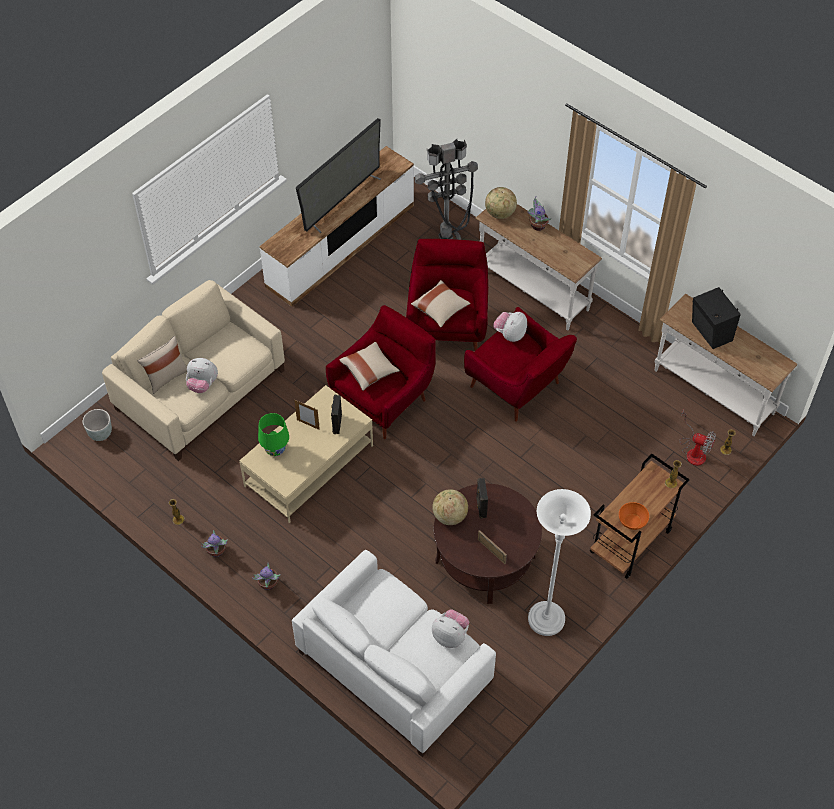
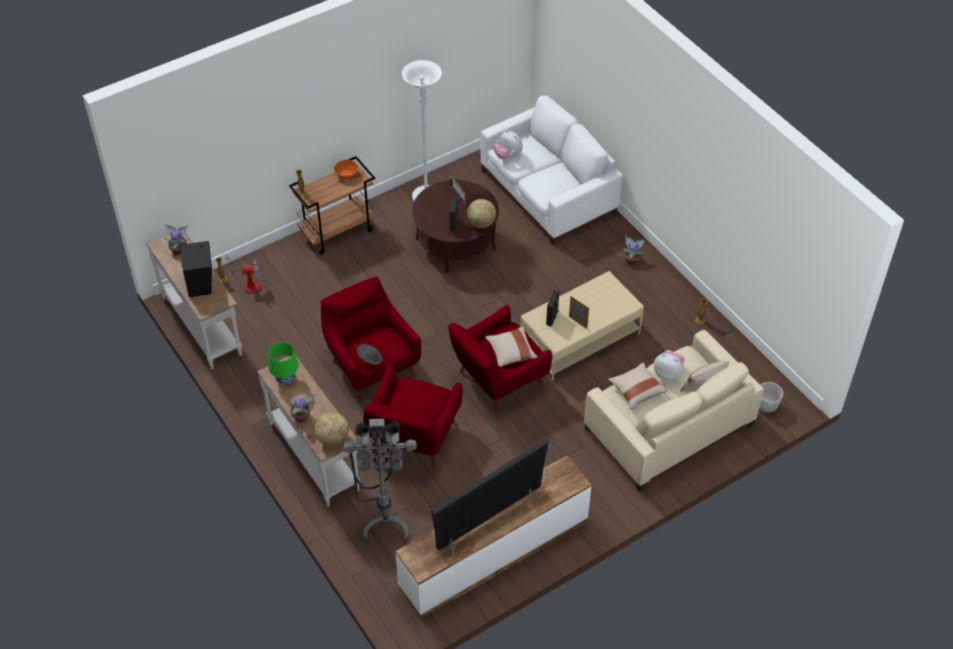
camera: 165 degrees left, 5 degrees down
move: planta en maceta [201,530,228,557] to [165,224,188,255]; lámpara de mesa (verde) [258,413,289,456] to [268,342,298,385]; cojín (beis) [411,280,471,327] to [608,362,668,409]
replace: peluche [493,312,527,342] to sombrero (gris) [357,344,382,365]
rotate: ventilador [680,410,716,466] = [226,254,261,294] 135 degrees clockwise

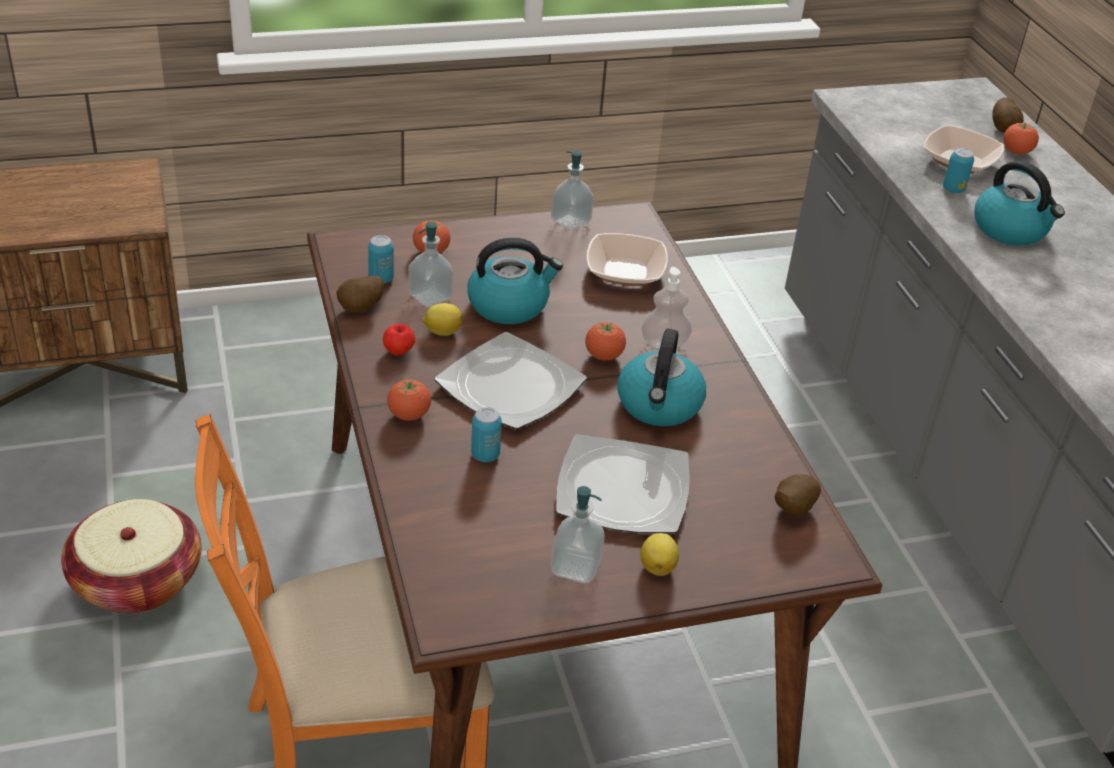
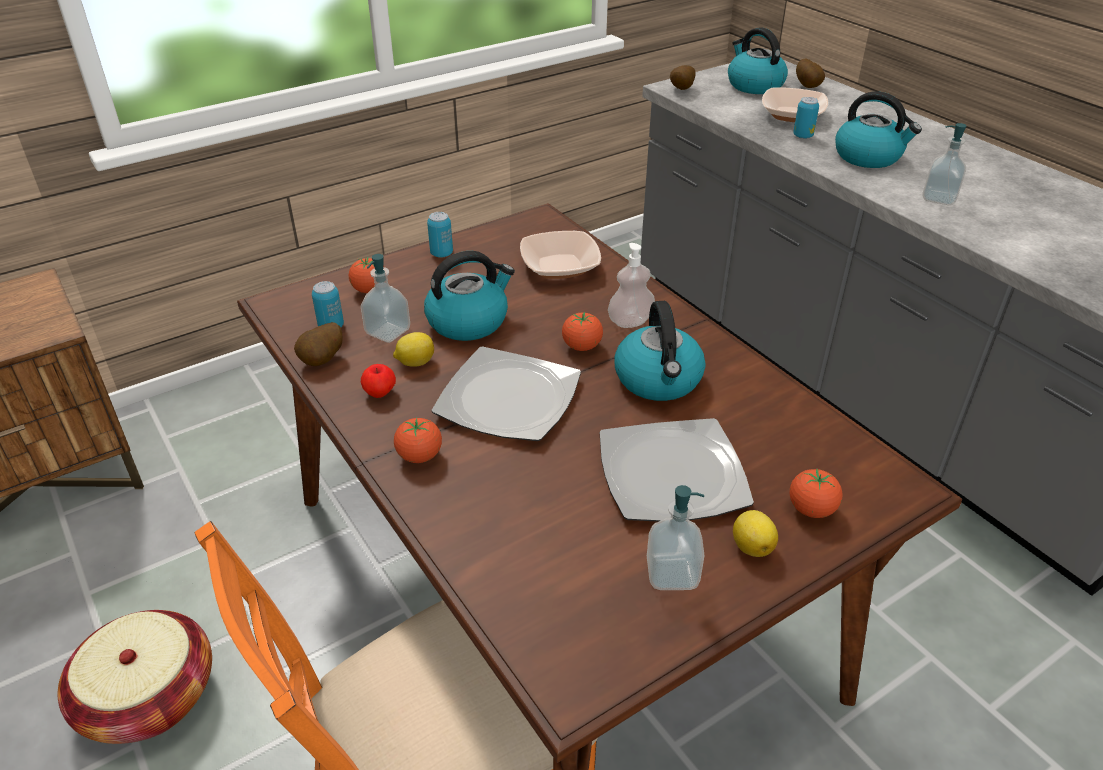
camera: 15 degrees left, 0 degrees up
insert: hervidor [728,27,788,94]
move: lata [471,407,502,462] to [427,212,453,258]; patata [775,474,821,515] to [670,65,696,90]; tomate [1003,123,1039,154] to [790,469,842,518]; dispensador de jabón [551,151,594,230] to [922,123,966,205]

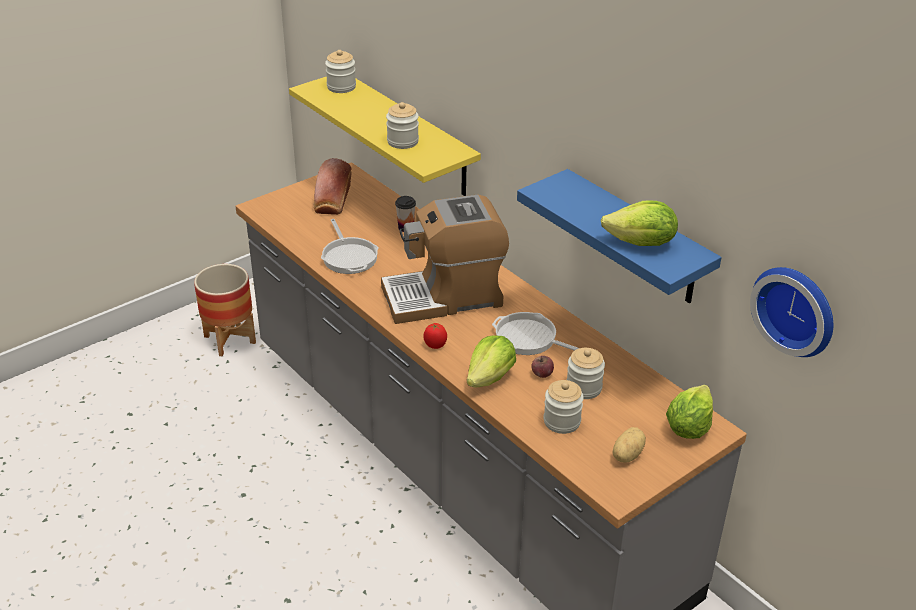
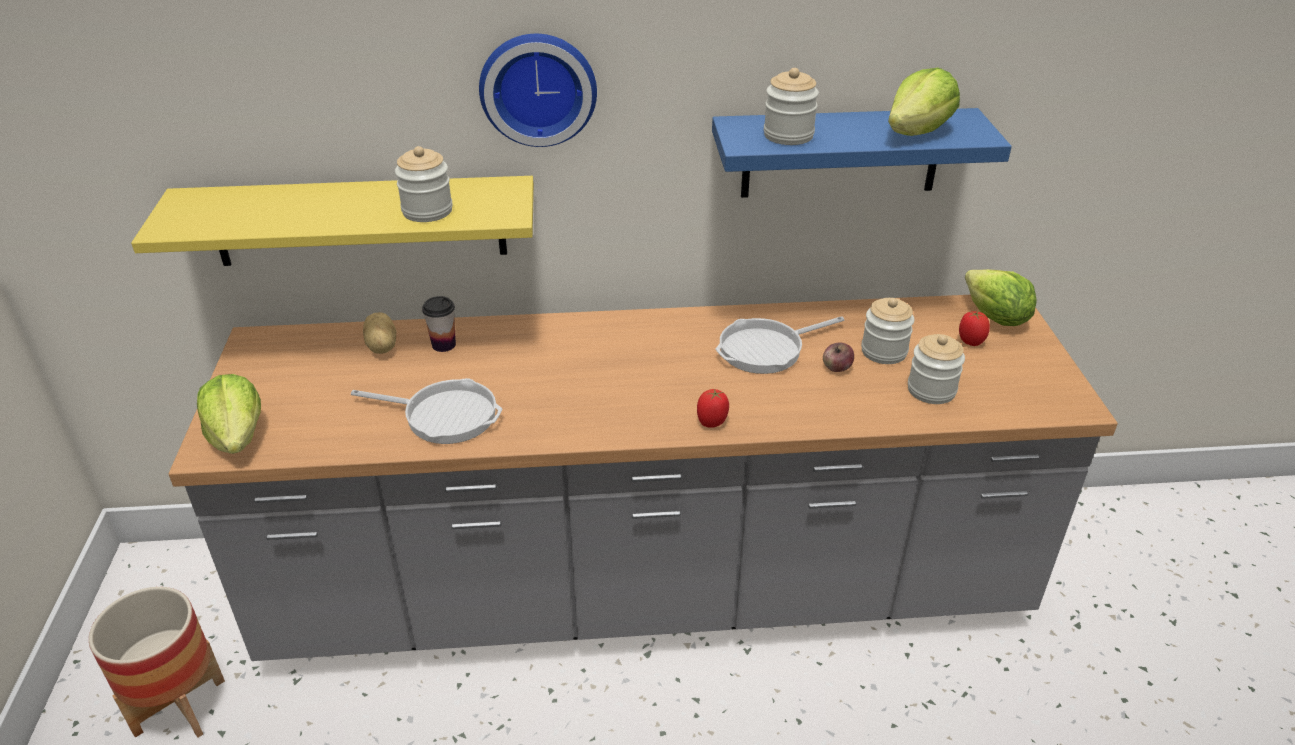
camera: 55 degrees left, 0 degrees up
delete: pan [314,158,352,215]; cafetera [381,194,509,324]
insert: tomate [959,311,990,346]
move: lechuga [467,336,516,387] to [197,374,261,454]; patata [613,427,646,463] to [363,312,396,354]; reloj de pared [750,267,833,357] to [479,34,597,147]; tarro [325,50,356,93] to [764,68,819,145]

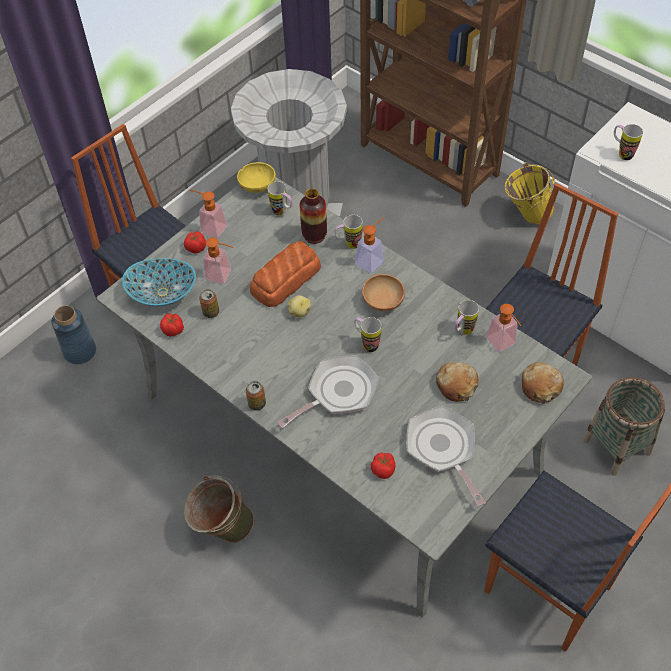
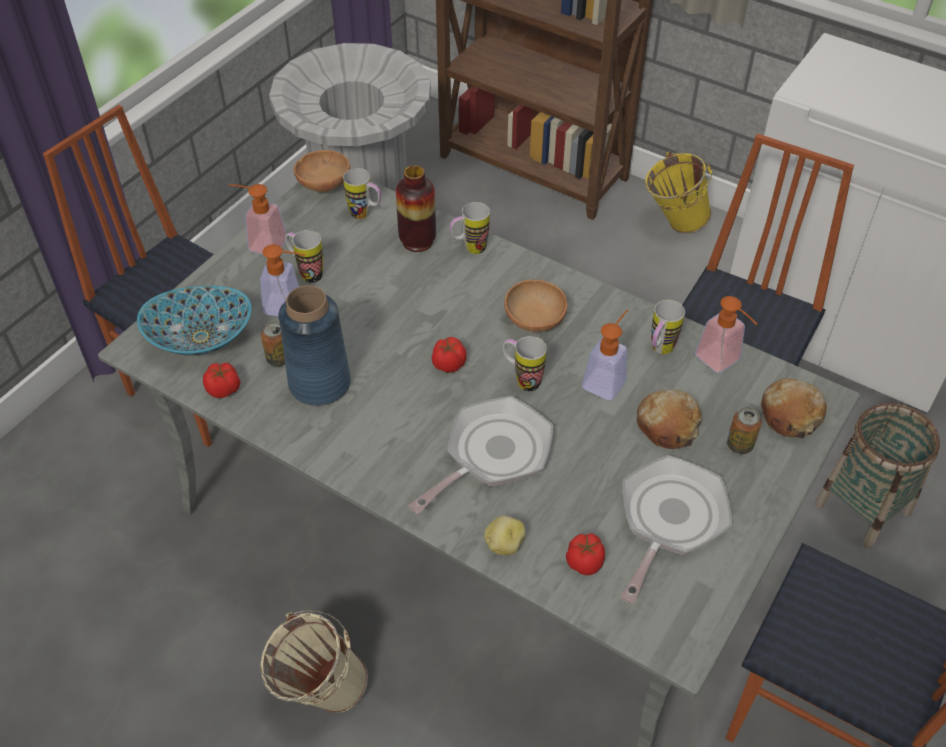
camera: 10 degrees left, 5 degrees down
delete: pan [250,241,321,307]
move: florero (azul) [51,305,96,364] to [278,285,351,406]; taza grande [614,124,643,160] to [285,230,323,283]; tomate [184,231,206,253] to [432,337,467,373]; patata [287,295,311,317] to [484,516,526,555]; dispensador de jabón [355,218,384,273] to [582,309,628,401]; lata [246,381,266,411] to [727,407,762,454]
recolor: cubo (verde) [184,475,254,543] to cubo (beis) [260,610,368,713]; cuenco (amarillo) [237,162,276,193] to cuenco (marrón) [294,150,350,192]
rotate: sartén [406,406,486,507] = [620,455,732,604] 60 degrees clockwise

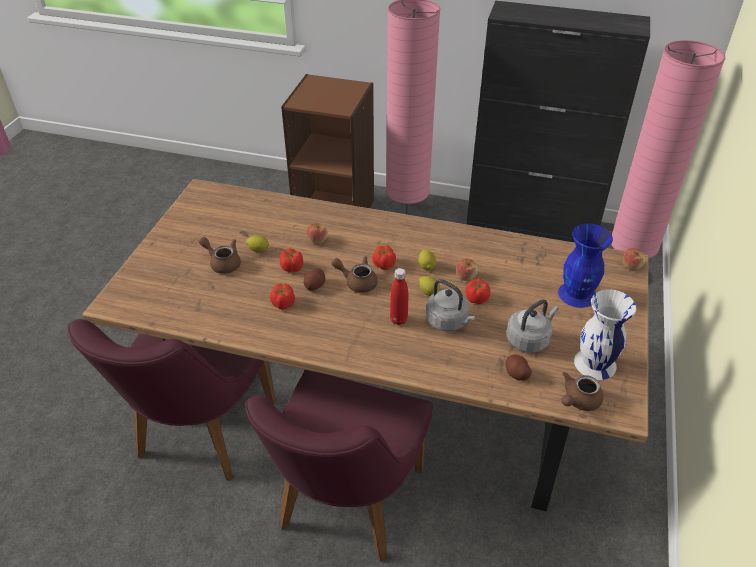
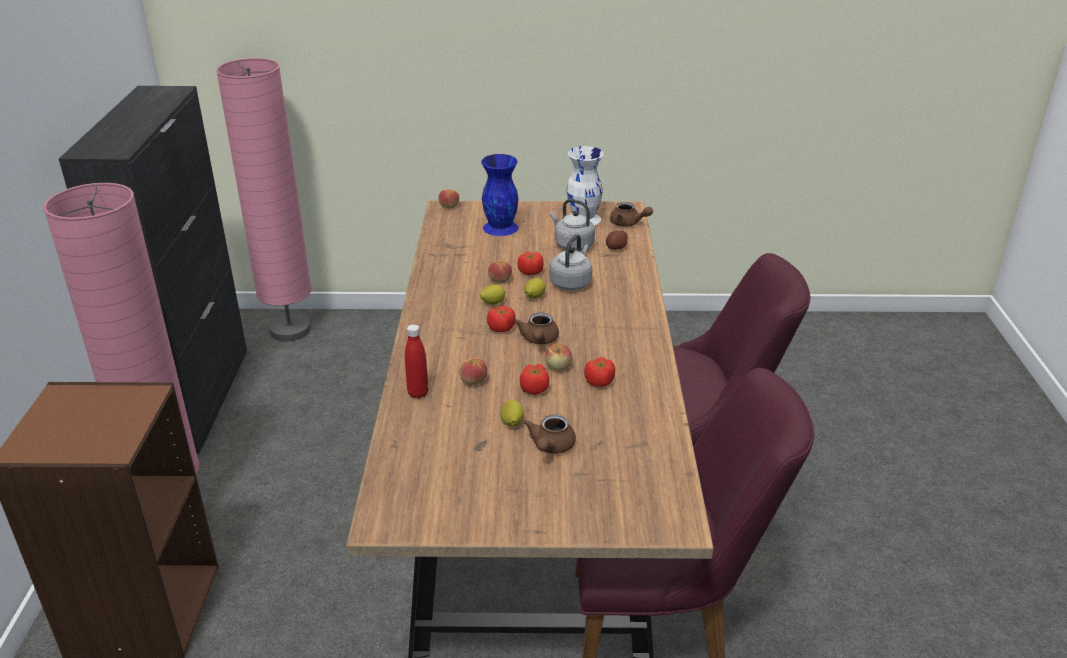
camera: 105 degrees left, 10 degrees down
move: botella (rojo) [390,268,408,325] to [405,324,428,399]
replace: patata [304,269,325,290] to manzana [545,343,573,371]

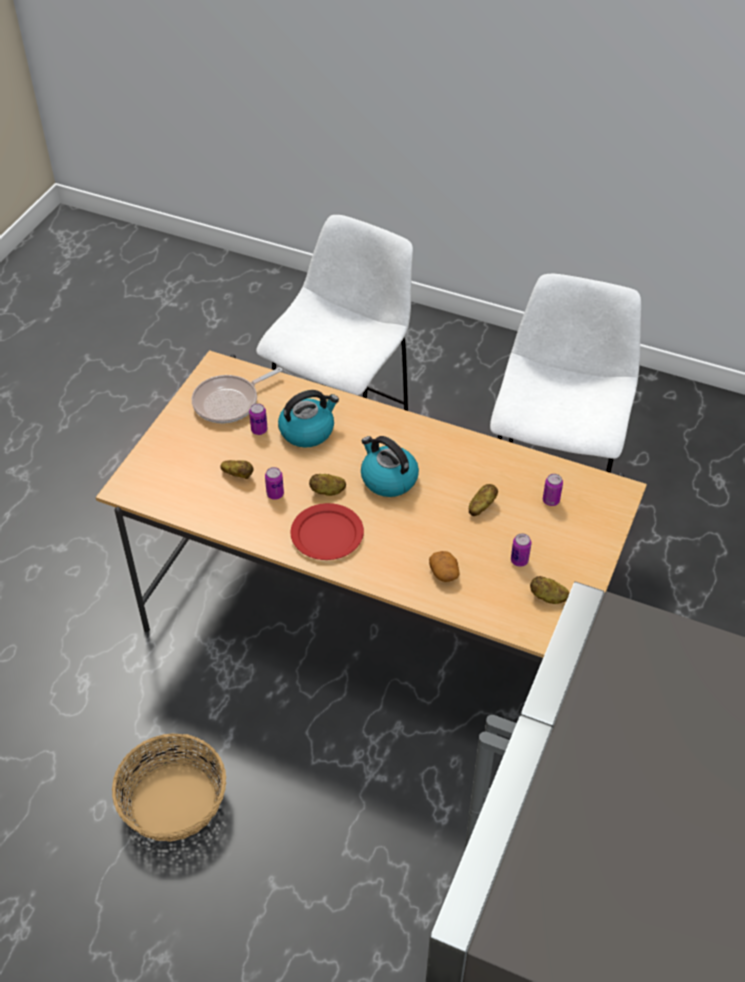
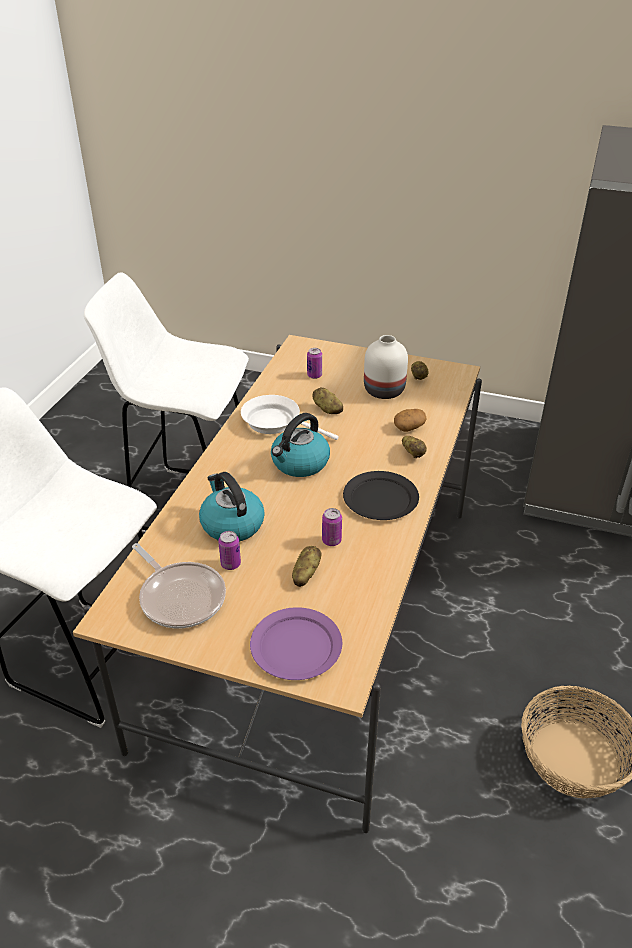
camera: 95 degrees left, 10 degrees down
insert: sartén (blanco) [241,395,339,440]; plato (morado) [250,607,342,680]
move: patata [309,474,346,496] to [402,436,427,458]
replace: lata [511,533,531,567] to florero (blanco) [364,335,408,399]
recolor: plato (rojo) [290,503,364,560] to plato (negro) [343,471,419,520]

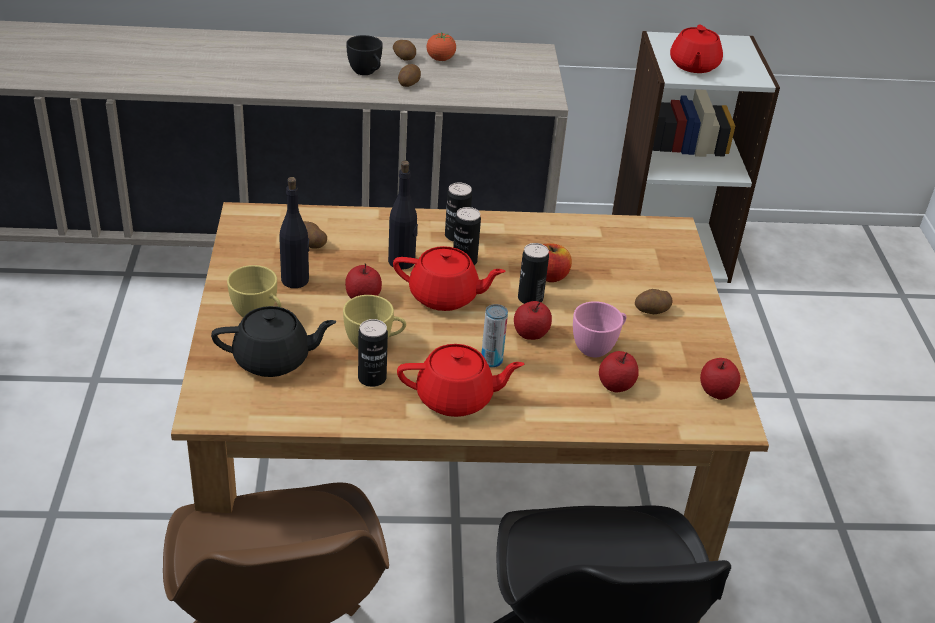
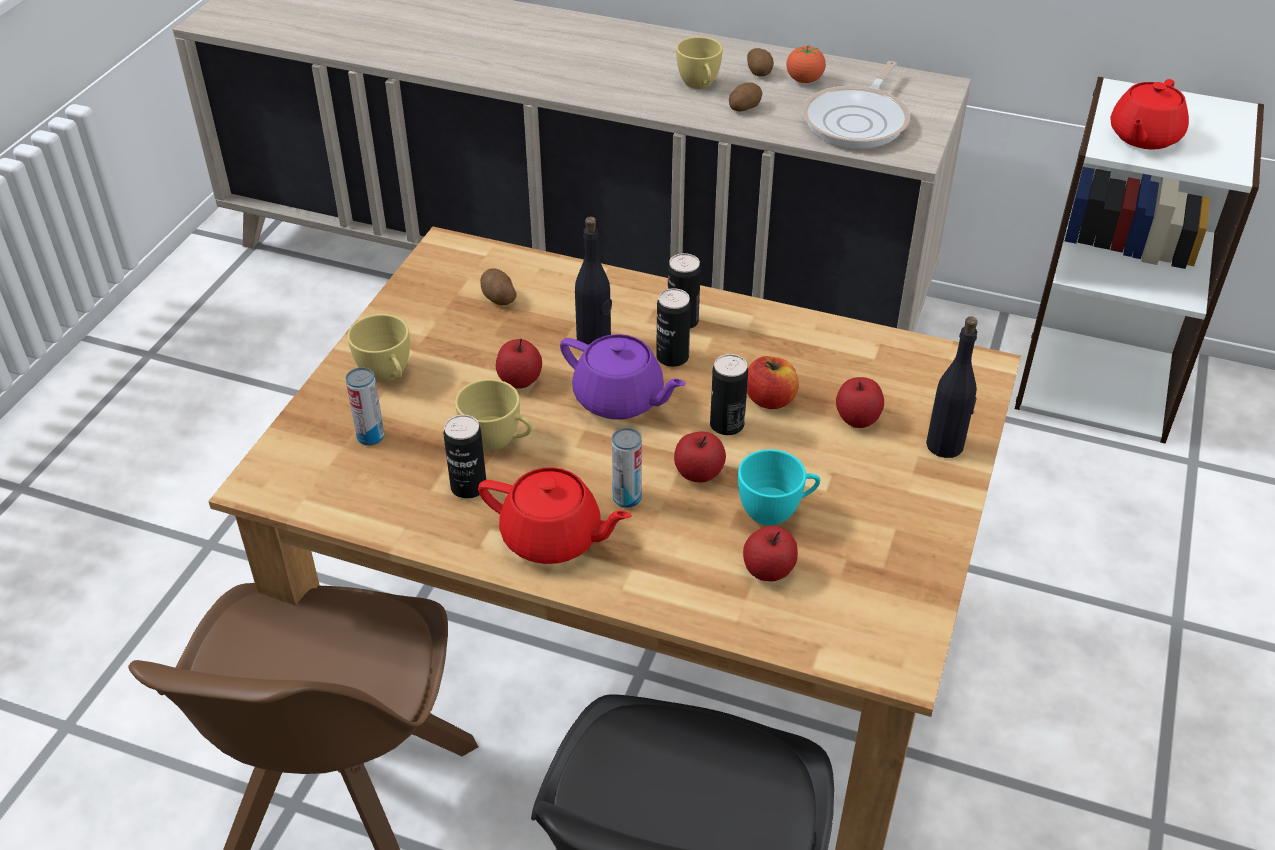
camera: 25 degrees right, 5 degrees up
delete: patata [635,289,672,314]
insert: sartén [802,61,910,148]
move: manzana [700,358,740,400] to [836,377,884,428]; botella (negro) [279,177,309,288] to [926,316,978,458]
replace: tetera (negro) [211,306,336,377] to lata [346,367,385,446]
recolor: tetera (rojo) [393,246,506,311] to tetera (morado) [560,334,686,420]; taza (negro) [346,35,383,75] to taza (amarillo) [676,37,723,89]; taza (rosa) [573,301,627,357] to taza (turquesa) [738,449,820,525]

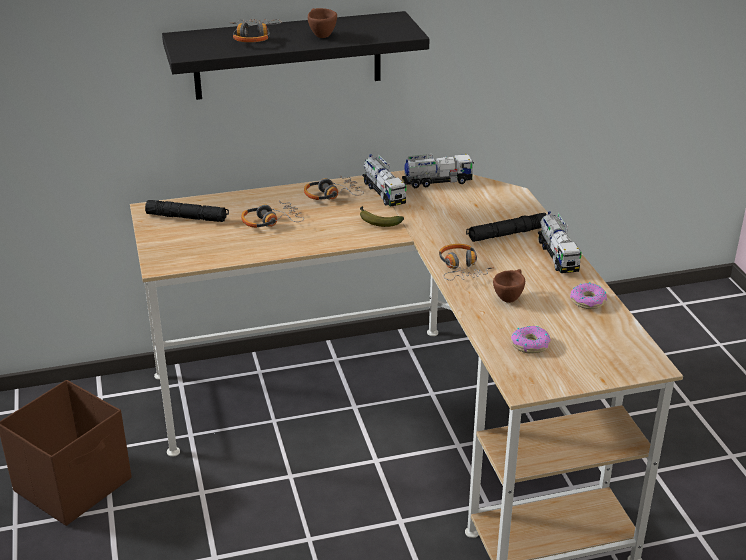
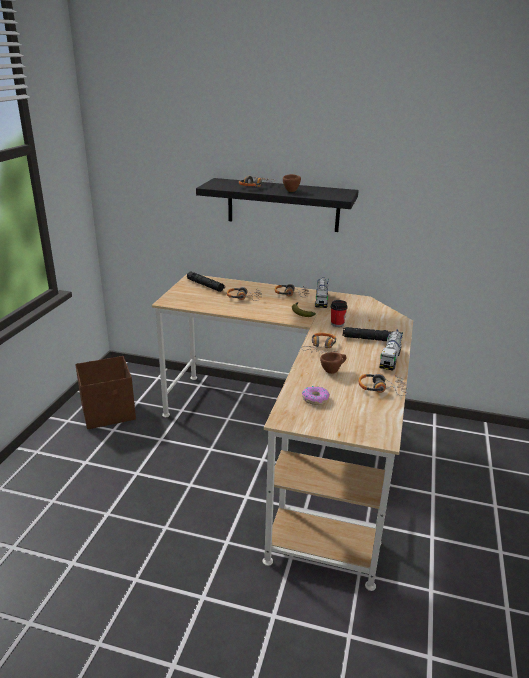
camera: 30 degrees right, 5 degrees down
delete: camión de juguete [402,154,474,188]
insert: taza [331,300,348,327]
replace: rosquilla [570,282,607,309] to auriculares [359,373,408,396]

